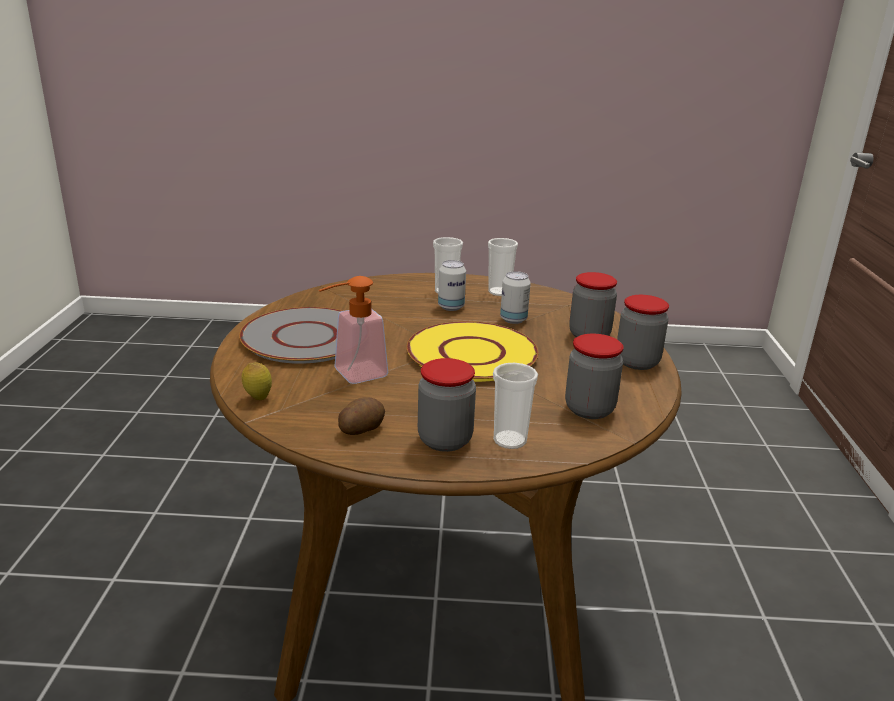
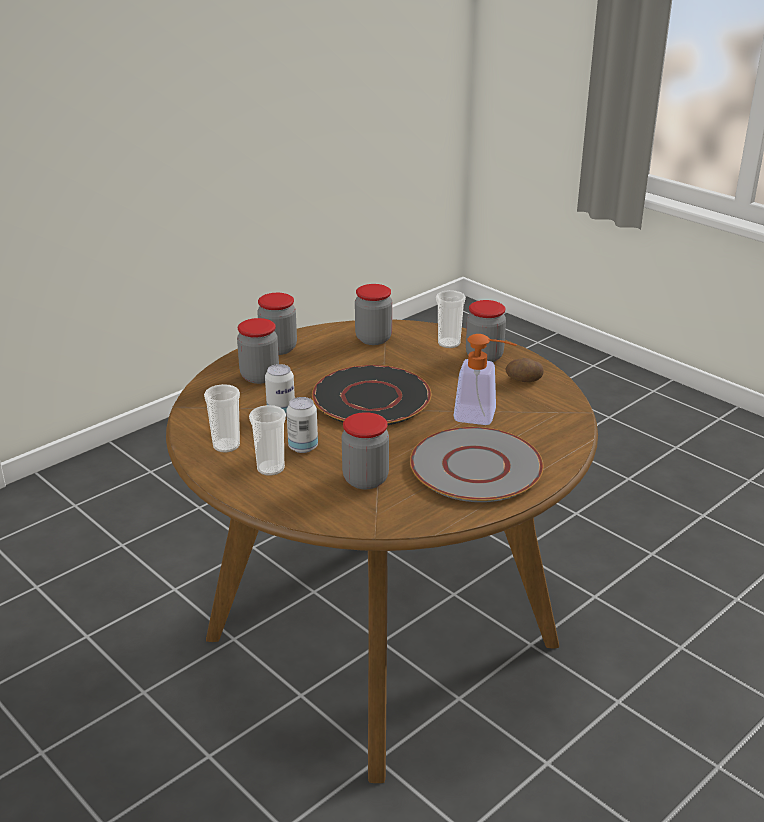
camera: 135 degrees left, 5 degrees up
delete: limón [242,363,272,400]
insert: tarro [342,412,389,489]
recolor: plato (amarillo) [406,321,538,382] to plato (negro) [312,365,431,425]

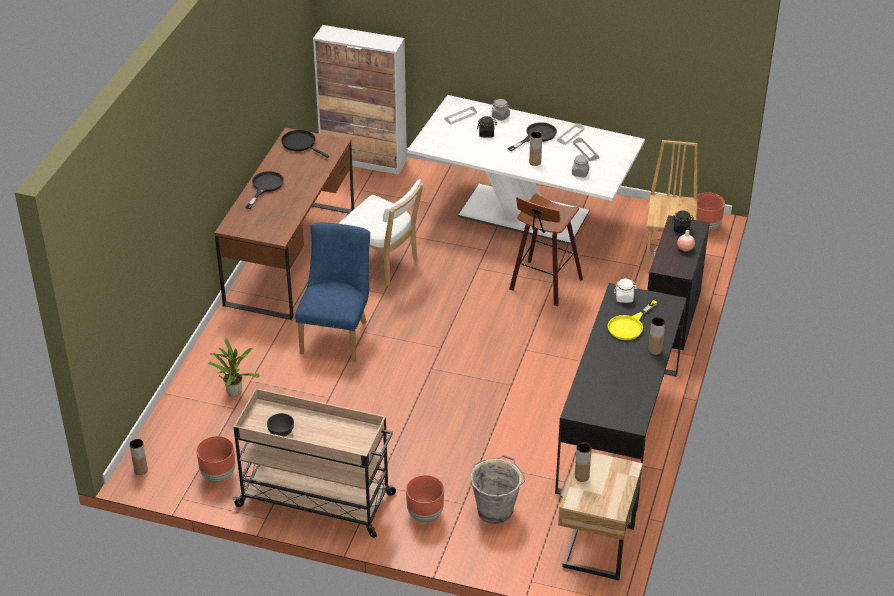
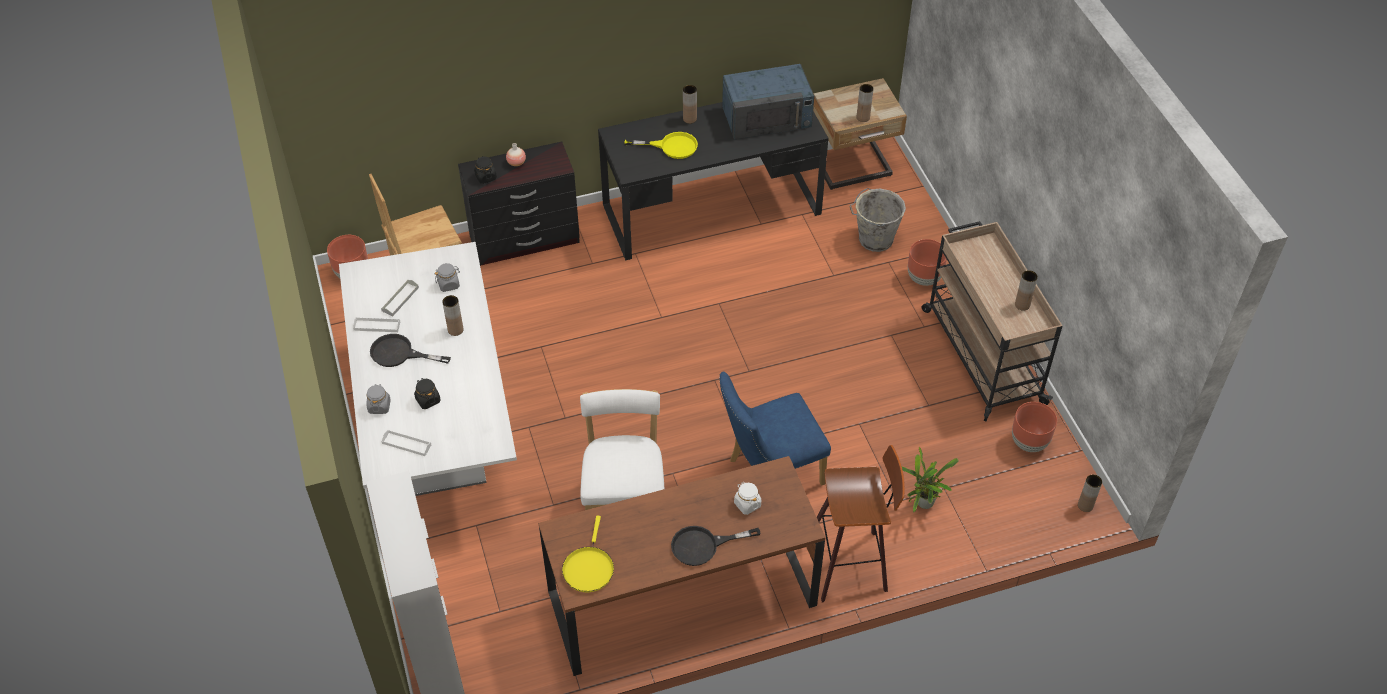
camera: 125 degrees left, 10 degrees up
insert: microondas (azul) [722,64,814,139]
move: tarro (blanco) [614,279,637,303] to [734,482,761,515]; taburete [509,193,583,306] to [817,445,905,602]
replace: cuenco (gris) [267,413,294,437] to florero (marrón) [1015,270,1038,311]
recolor: sartén (negro) [281,130,329,158] to sartén (amarillo) [562,516,614,592]

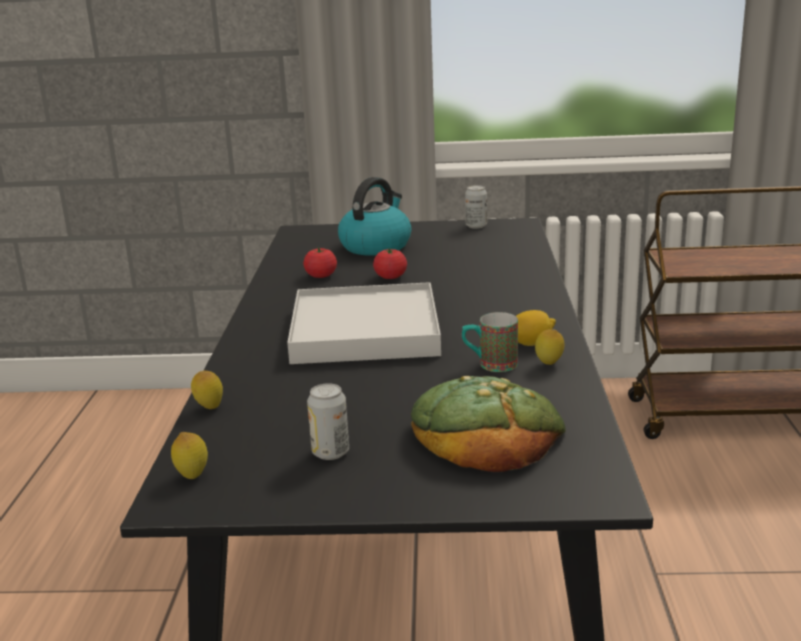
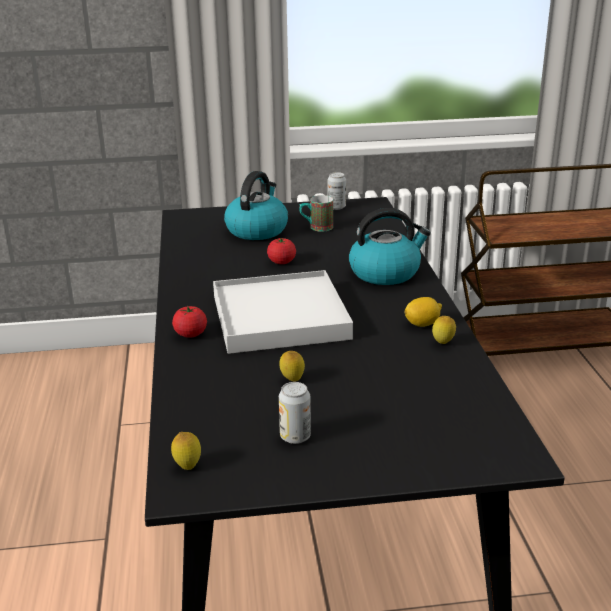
camera: 10 degrees left, 5 degrees up
delete: pan [411,376,566,472]
insert: hervidor [349,208,431,285]
move: tomate [303,247,337,278] to [172,306,207,338]; limón [191,371,223,409] to [279,351,305,382]; taza grande [462,312,518,372] to [299,195,333,232]

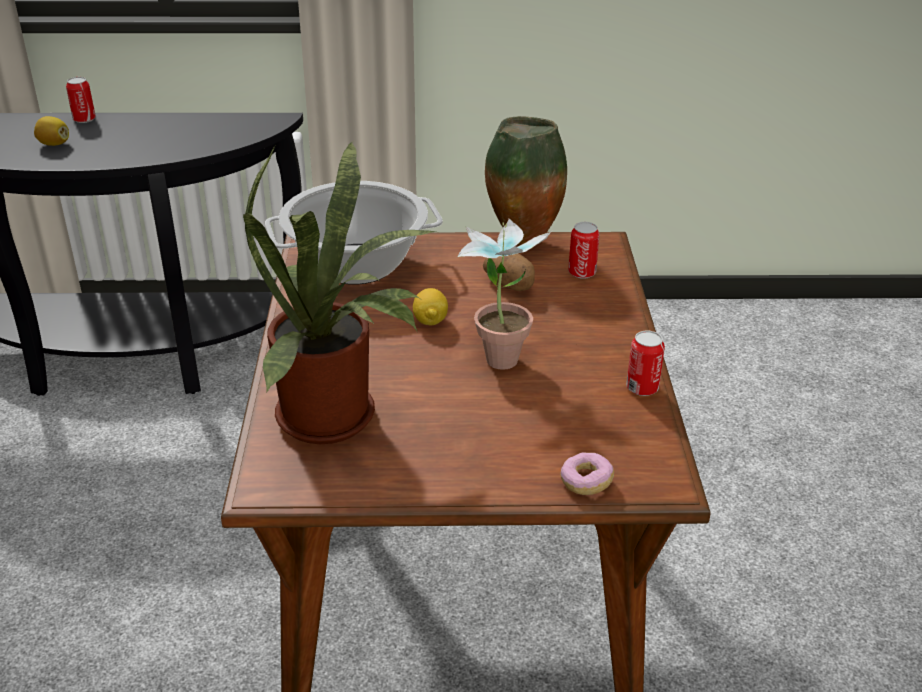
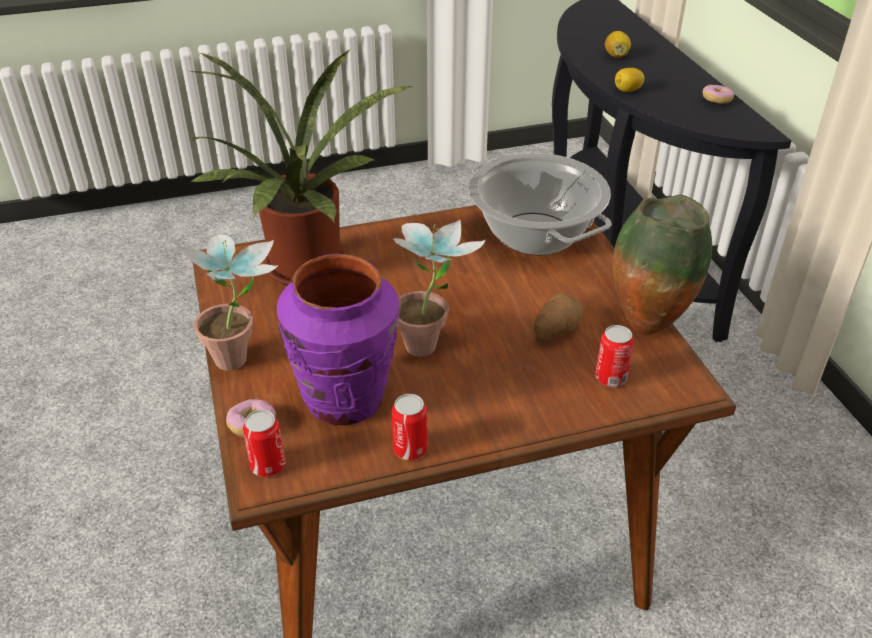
camera: 75 degrees right, 5 degrees up
insert: planta en maceta [177,234,279,371]; florero (morado) [276,254,399,425]; rosquilla [702,85,734,104]
move: lata [66,77,96,123] to [243,410,285,477]; limón [413,288,448,325] to [615,68,645,92]

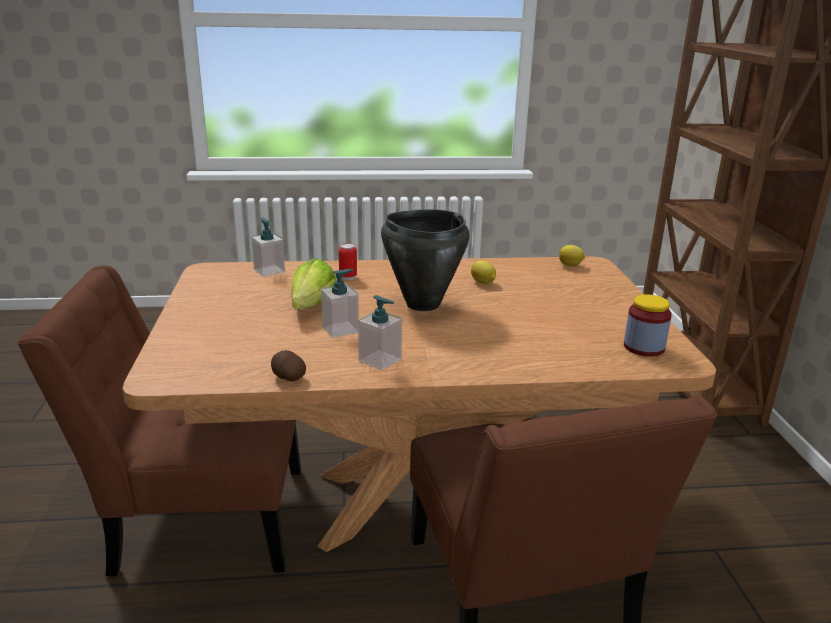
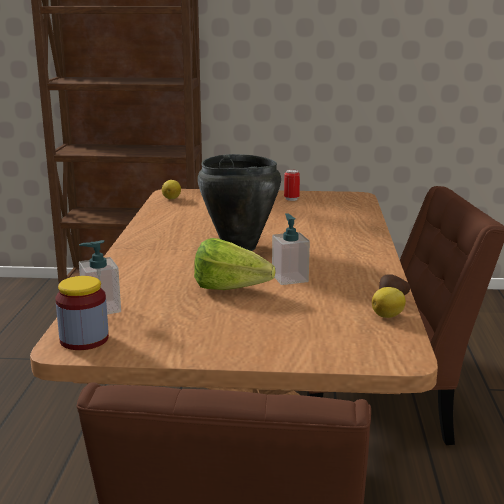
camera: 80 degrees left, 5 degrees down
delete: dispensador de jabón [358,295,402,371]
move: tarro [624,294,672,357] to [55,276,109,350]; lata [338,243,357,280] to [284,169,300,201]; limón [471,260,496,284] to [372,287,406,318]

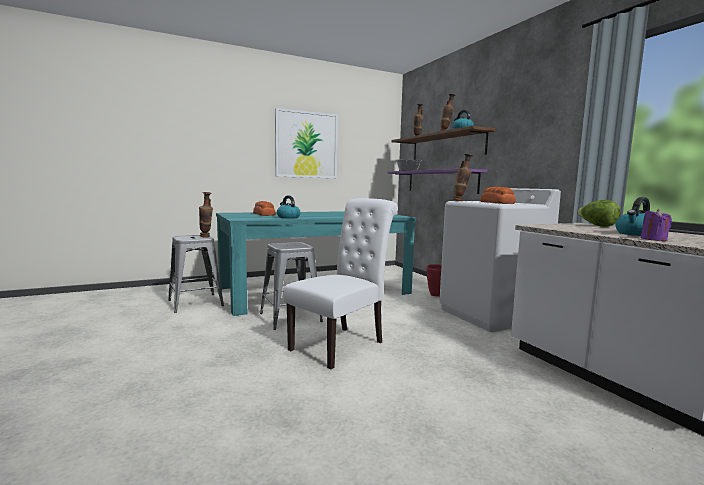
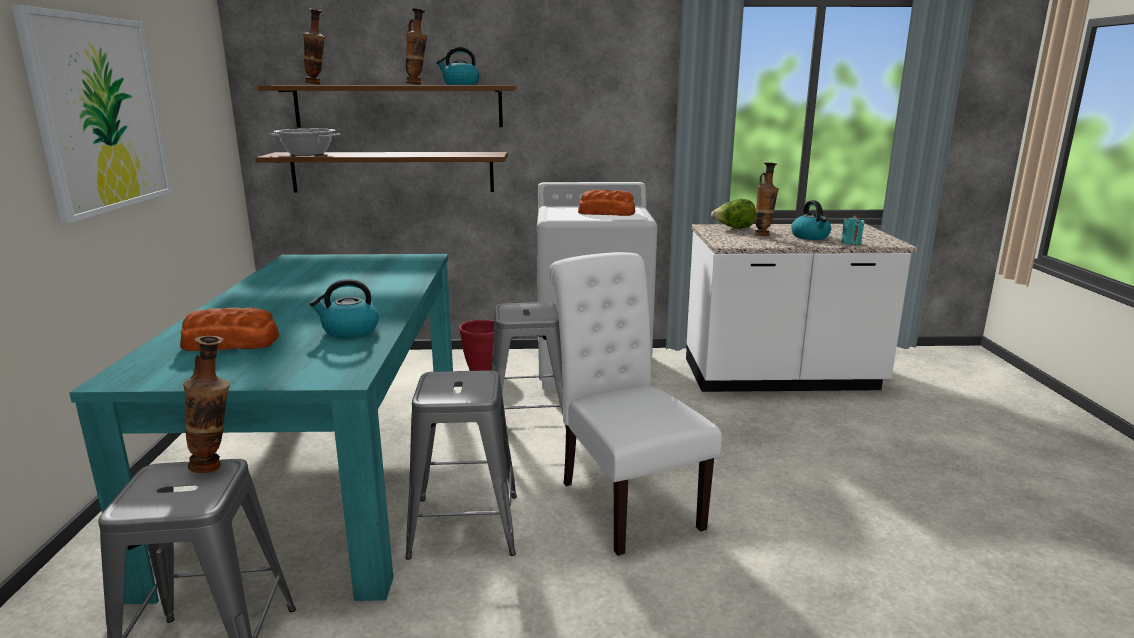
camera: 65 degrees left, 10 degrees up
insert: taburete (gris) [492,302,566,428]
move: florero [453,154,473,201] to [754,163,779,236]
recolor: estante (morado) [388,169,487,194] to estante (marrón) [255,152,508,193]; vela (morado) [641,209,672,241] to vela (turquesa) [841,215,865,245]

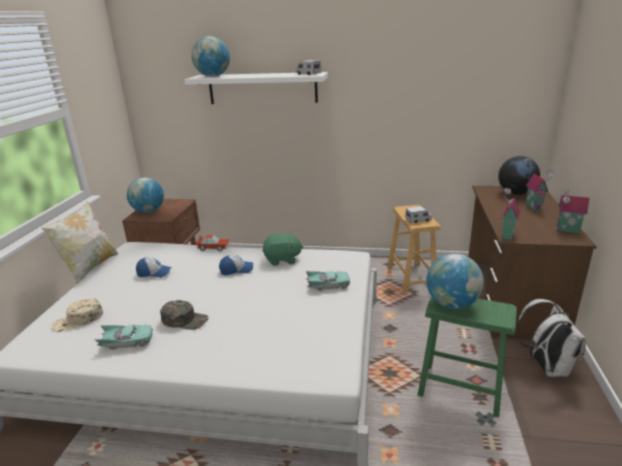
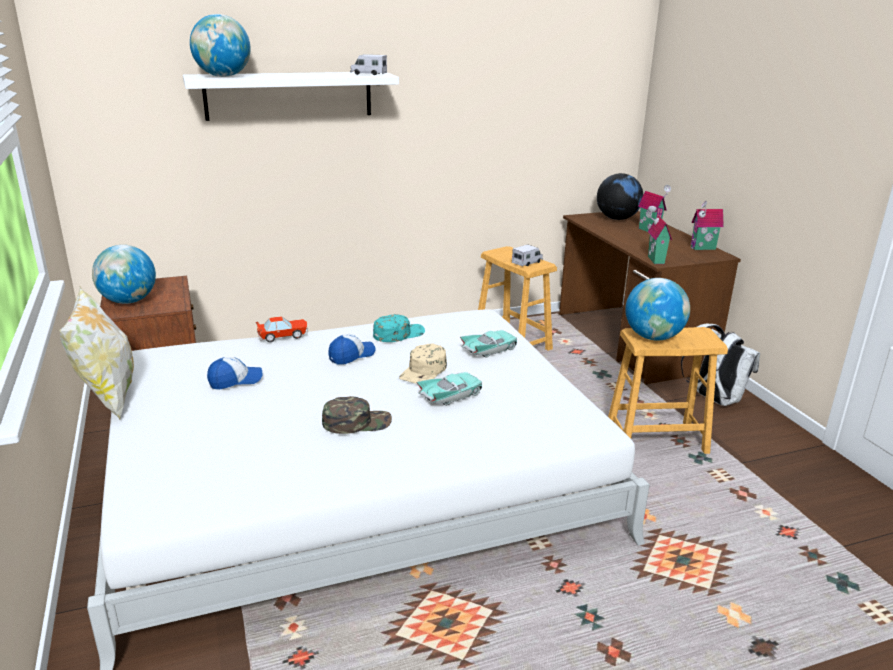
camera: 30 degrees left, 0 degrees up
move: gorra (beis) [52,299,103,332] to [399,344,447,384]; coche de juguete (turquesa) [94,325,153,350] to [416,372,482,406]
replace: peluche (verde) [262,232,304,266] to gorra (turquesa) [373,314,425,342]
recolor: taburete (verde) [418,296,517,417] to taburete (marrón) [608,327,728,454]

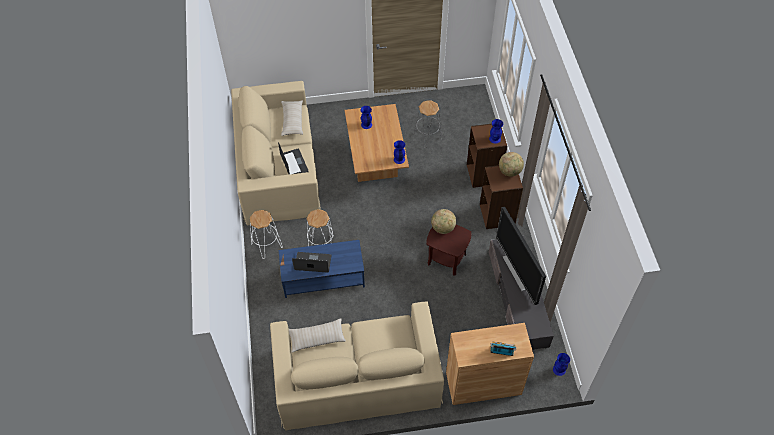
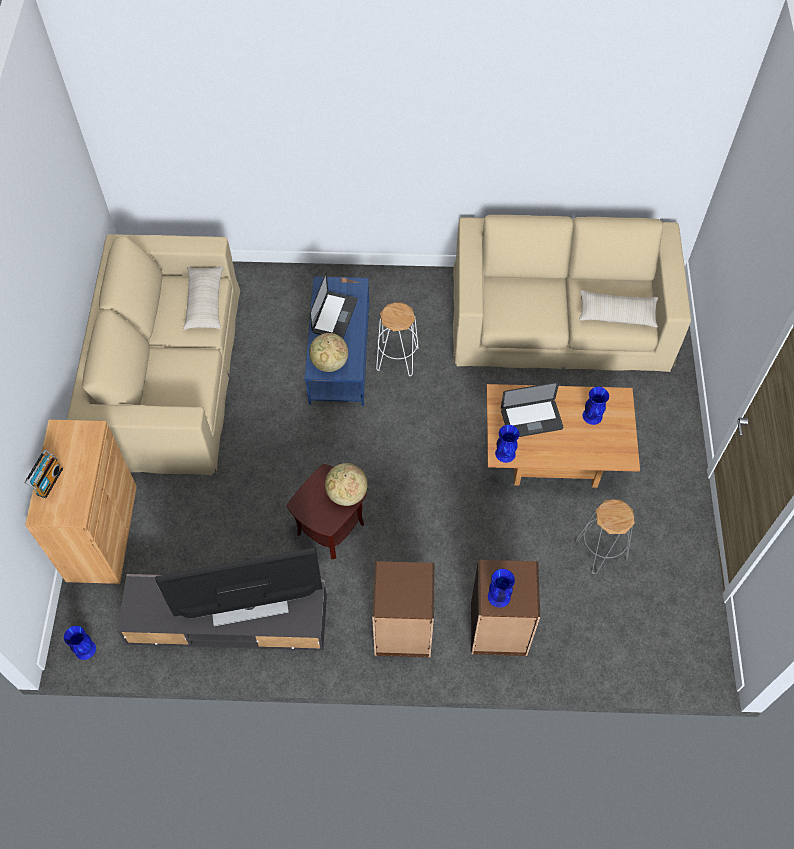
camera: 100 degrees right, 5 degrees up
delete: taburete (blanco) [250,210,282,259]
move: globo terráqueo [499,152,524,177] to [309,333,348,372]; portátil [278,142,309,175] to [501,382,564,437]

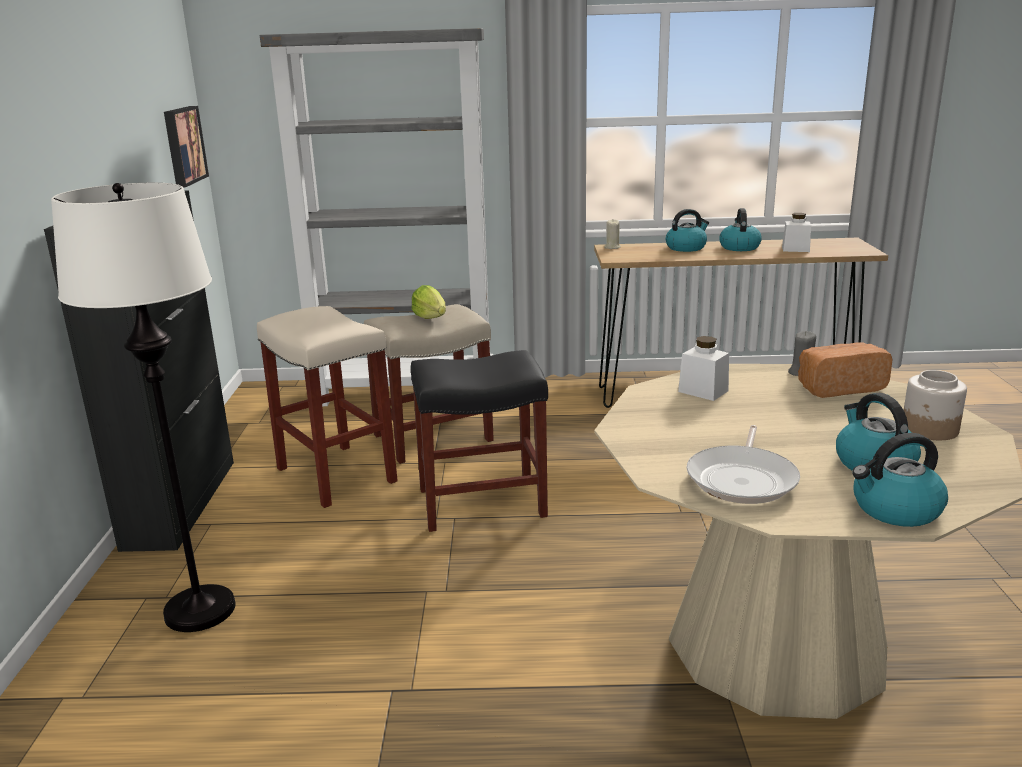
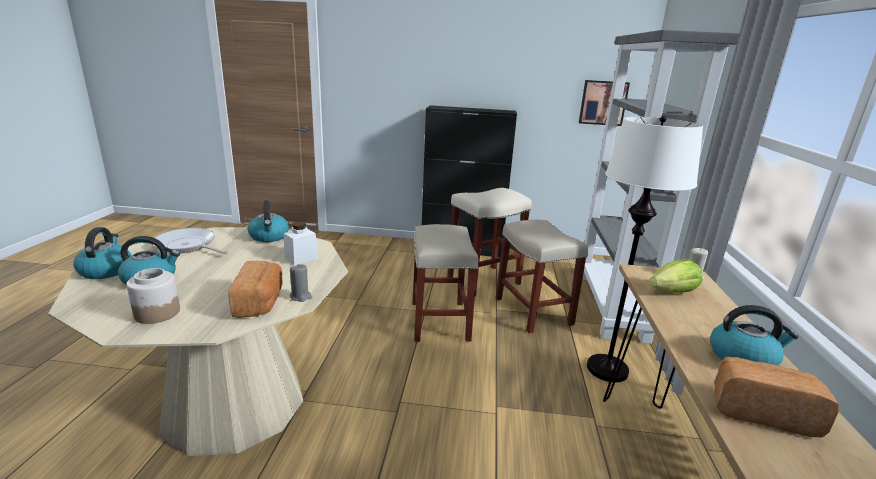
camera: 95 degrees right, 0 degrees up
move: hervidor [666,209,709,252] to [247,200,289,242]; lámpara de pie (blanco) [51,183,236,632] to [587,116,703,382]; lechuga [412,285,446,319] to [650,260,703,293]
replace: tarro (blanco) [782,213,811,252] to pan [714,356,840,438]
recolor: taburete (negro) [411,350,548,532] to taburete (beis) [413,224,478,342]

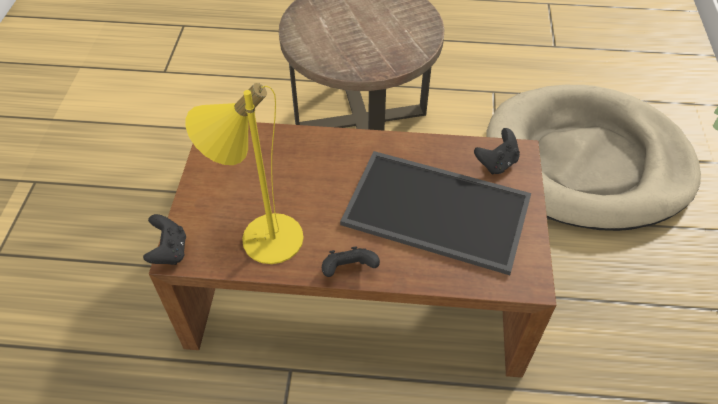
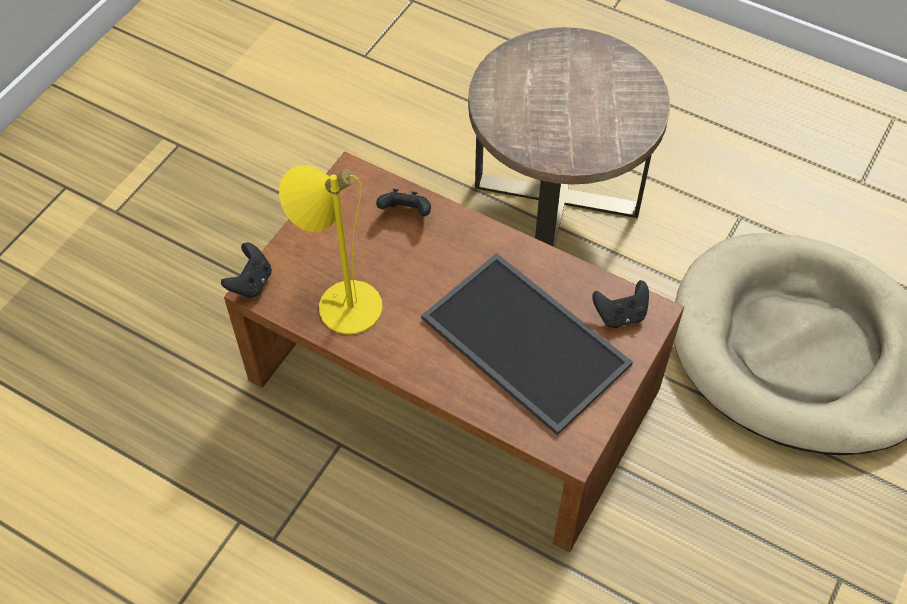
camera: 25 degrees right, 5 degrees up
move: mando de consola (negro) [322,246,380,277] to [376,189,431,217]

